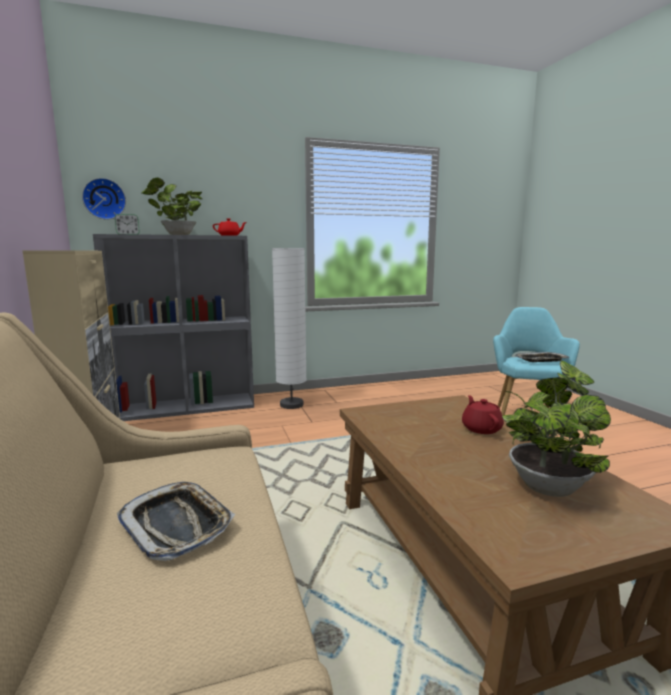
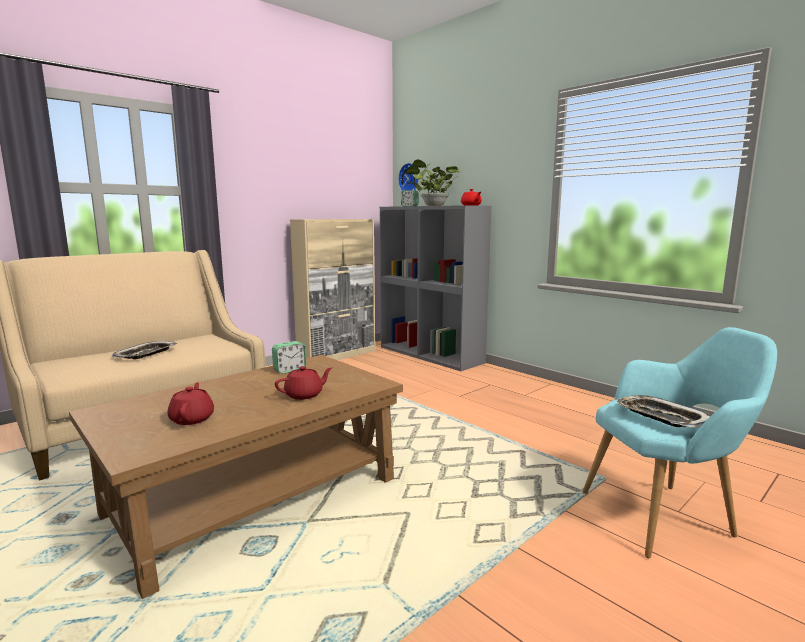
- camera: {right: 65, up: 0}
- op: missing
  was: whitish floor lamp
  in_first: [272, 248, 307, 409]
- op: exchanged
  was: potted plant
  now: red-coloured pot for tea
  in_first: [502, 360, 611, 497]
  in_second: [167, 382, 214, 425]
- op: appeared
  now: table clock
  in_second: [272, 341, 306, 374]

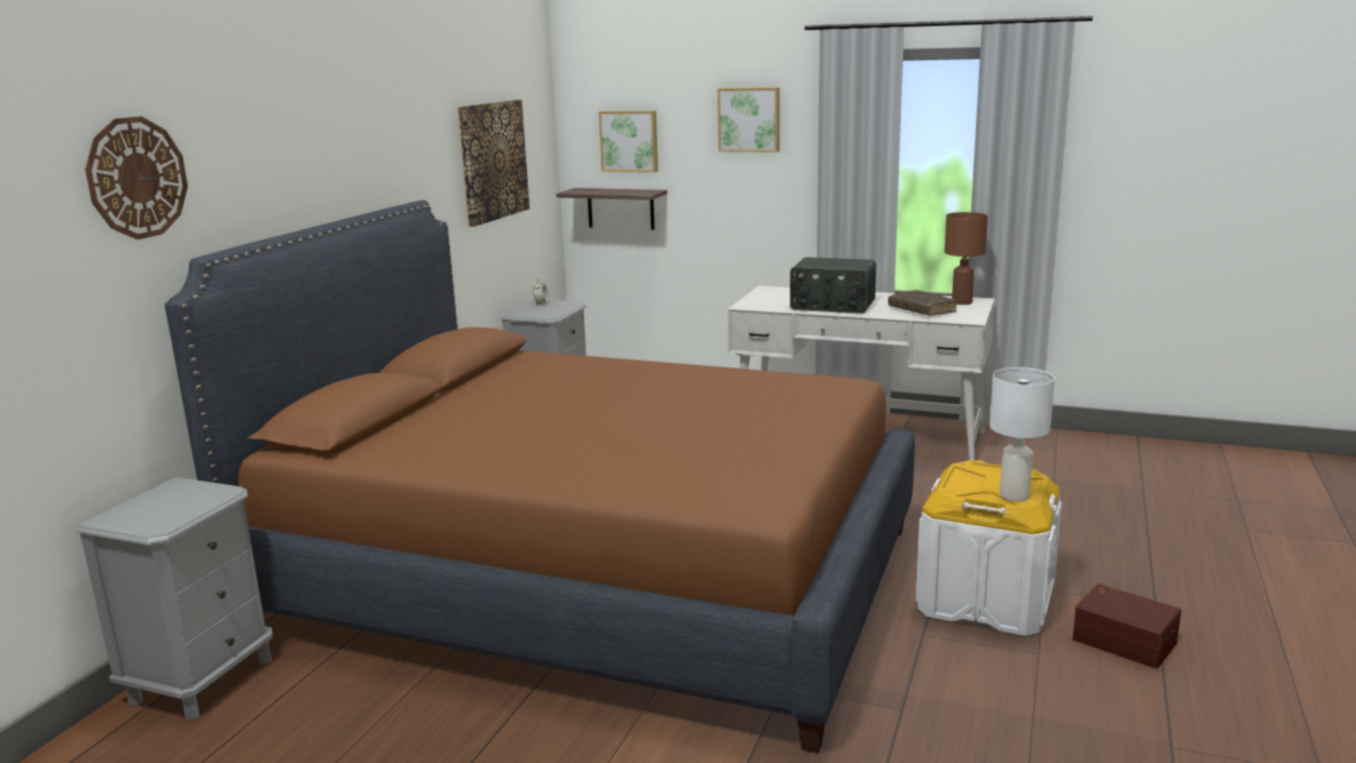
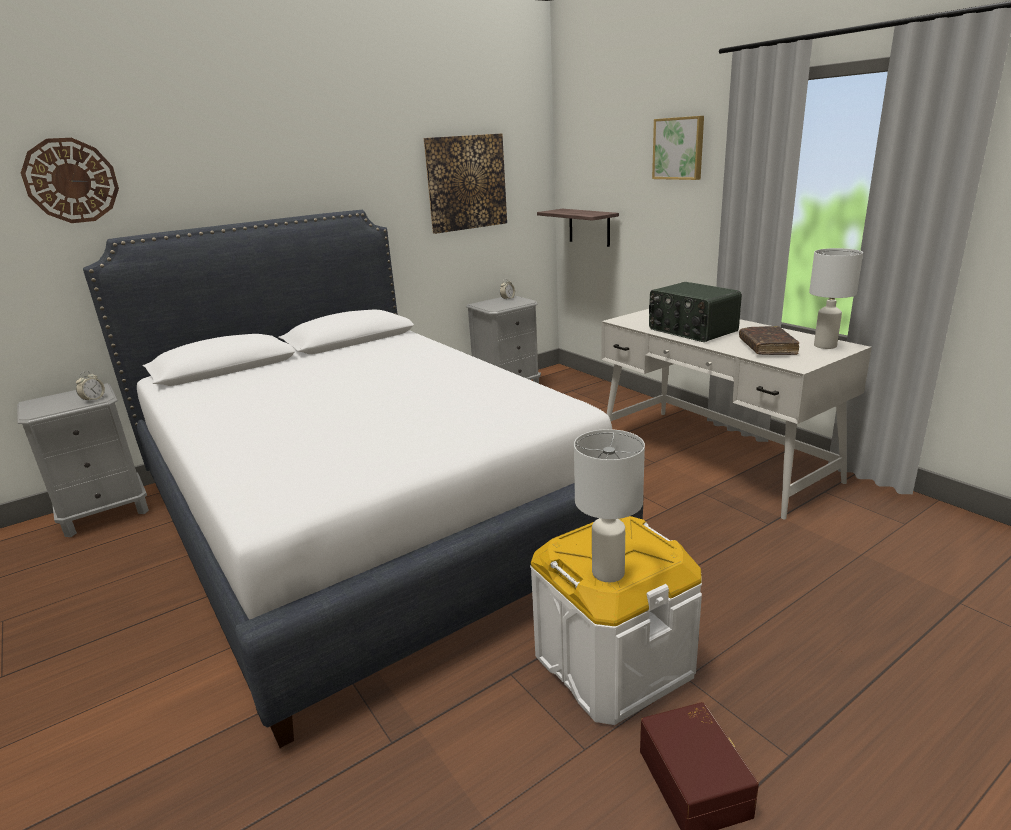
- camera: {right: 35, up: 5}
- op: colour
  was: brown-coloured sleeping bed
  now: whitish sleeping bed
  in_first: [165, 200, 915, 753]
  in_second: [83, 210, 643, 748]
- op: missing
  was: wall picture
  in_first: [598, 111, 658, 172]
- op: colour
  was: brown-coloured table lamp
  now: whitish table lamp
  in_first: [944, 212, 988, 305]
  in_second: [809, 248, 863, 349]
- op: appeared
  now: table clock
  in_second: [76, 371, 105, 402]

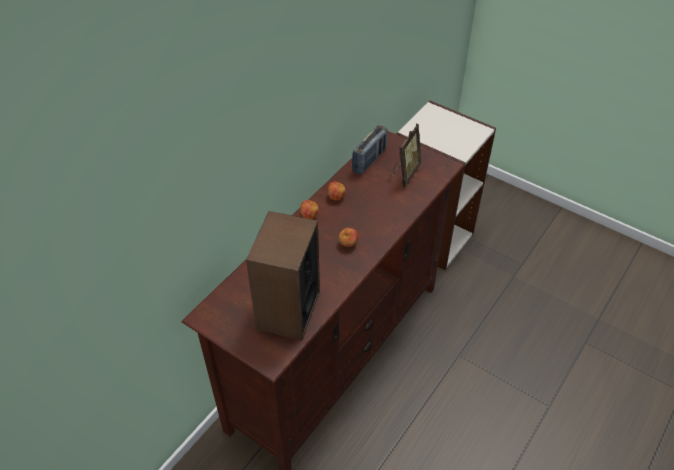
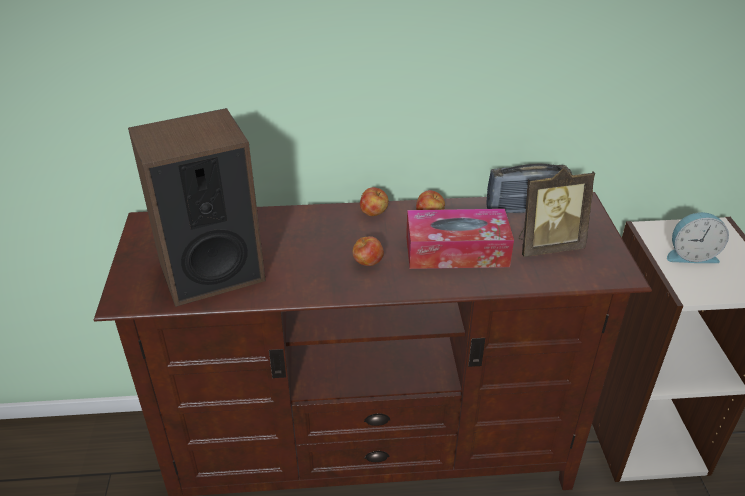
- camera: {right: 50, up: -10}
- op: appeared
  now: box of tissues
  in_second: [406, 209, 514, 269]
- op: appeared
  now: table clock
  in_second: [667, 212, 729, 263]

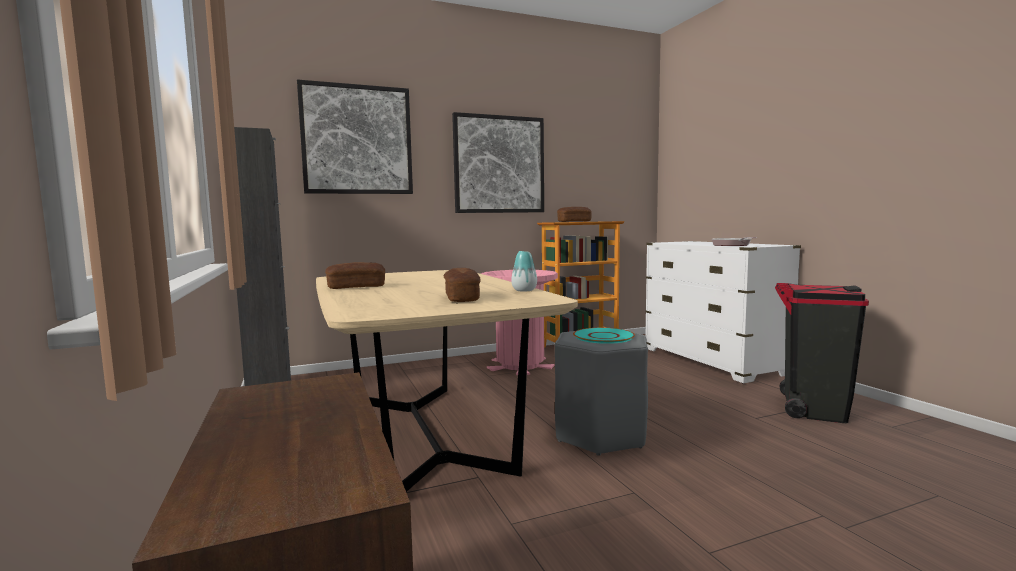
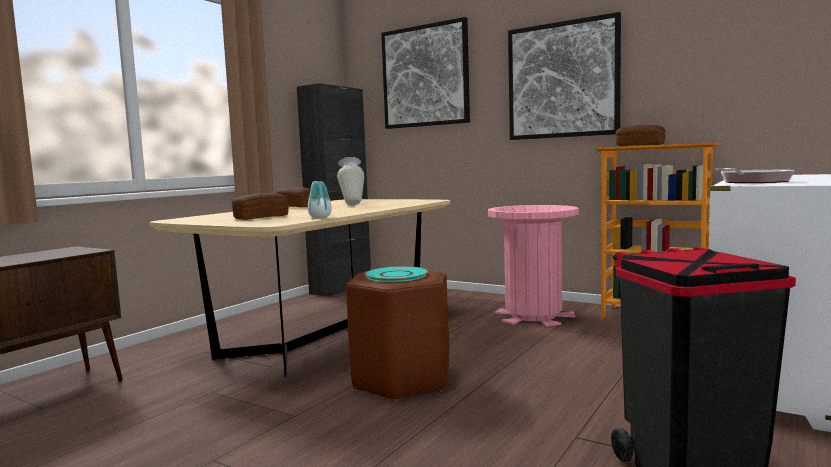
- camera: {right: 55, up: 0}
- op: colour
  was: greyish stool seat
  now: brown-coloured stool seat
  in_first: [555, 331, 648, 456]
  in_second: [346, 270, 449, 401]
- op: appeared
  now: decorative vase
  in_second: [337, 157, 364, 205]

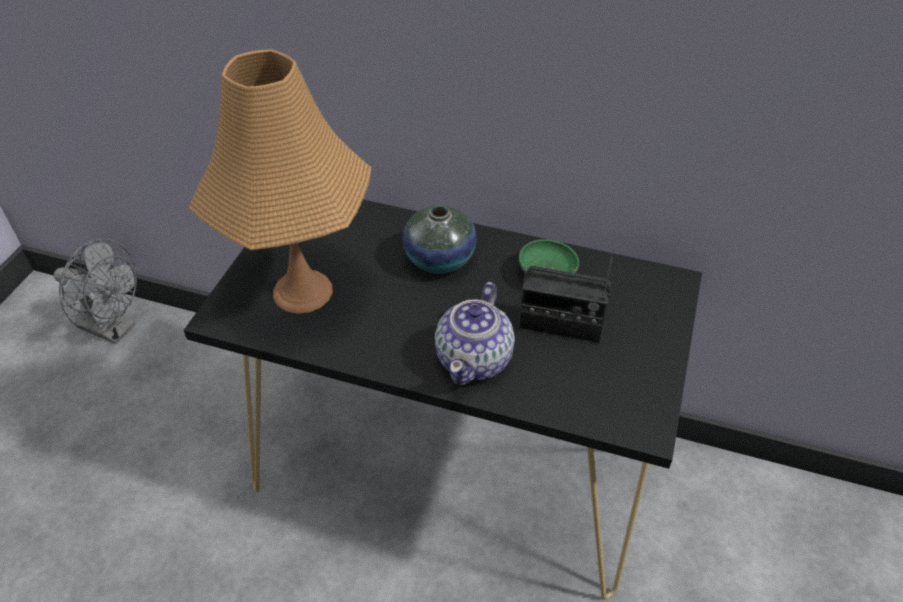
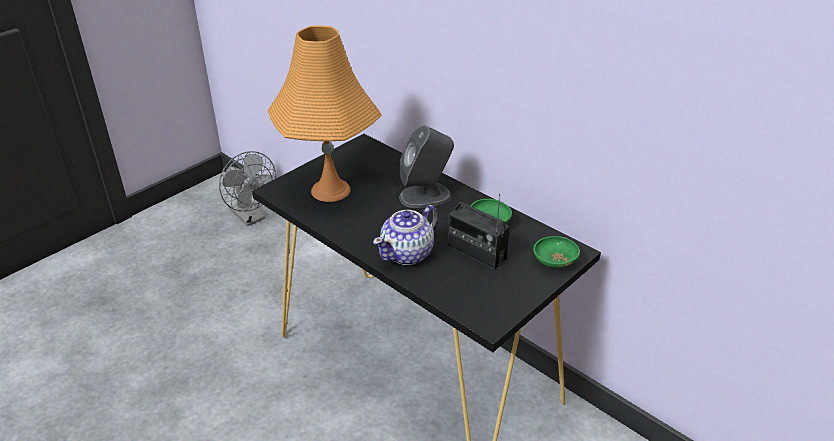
- camera: {right: 25, up: -10}
- op: exchanged
  was: decorative vase
  now: greyish audio speaker
  in_first: [403, 205, 477, 274]
  in_second: [399, 125, 454, 208]
- op: appeared
  now: green-coloured serving bowl
  in_second: [533, 236, 580, 268]

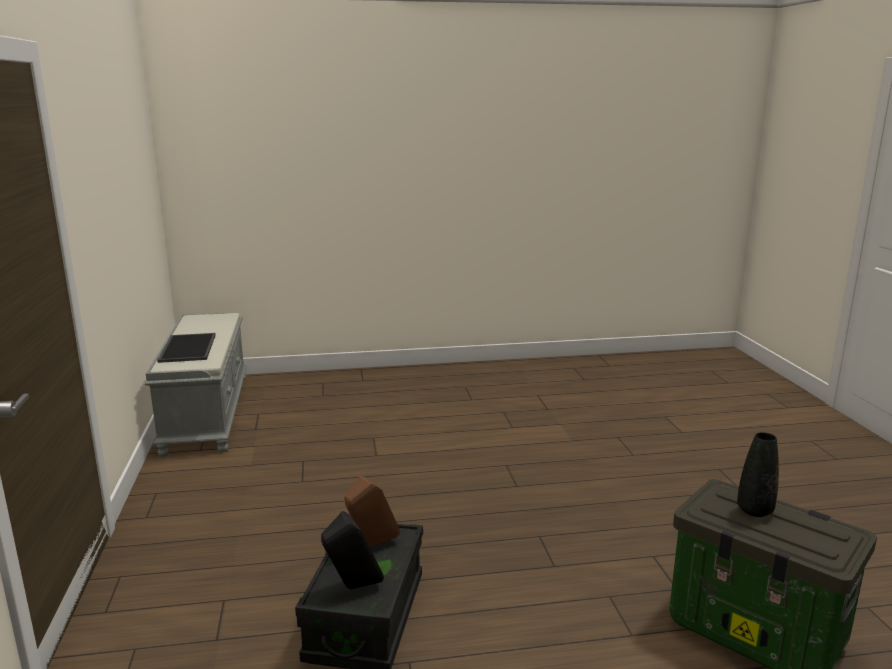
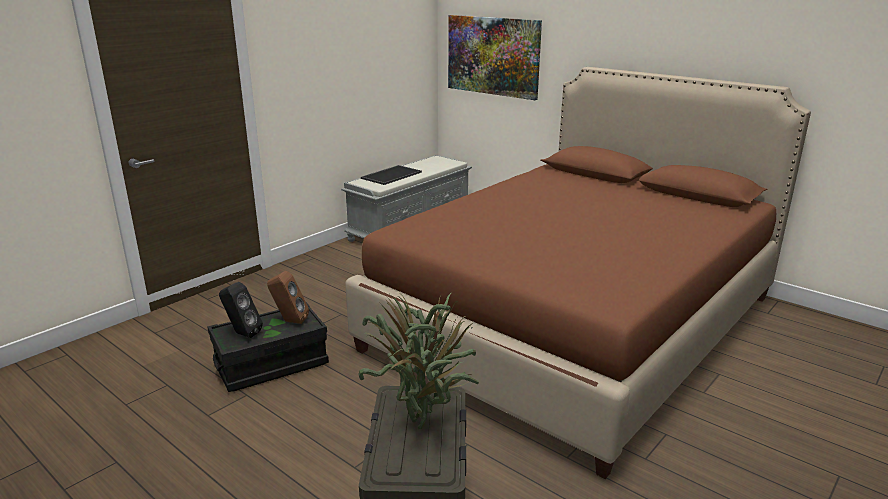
- camera: {right: 50, up: 5}
- op: exchanged
  was: black decorative vase
  now: potted plant
  in_first: [737, 432, 779, 517]
  in_second: [358, 293, 479, 429]
- op: appeared
  now: brown-coloured sleeping bed
  in_second: [345, 67, 811, 479]
- op: appeared
  now: wall picture
  in_second: [448, 15, 542, 100]

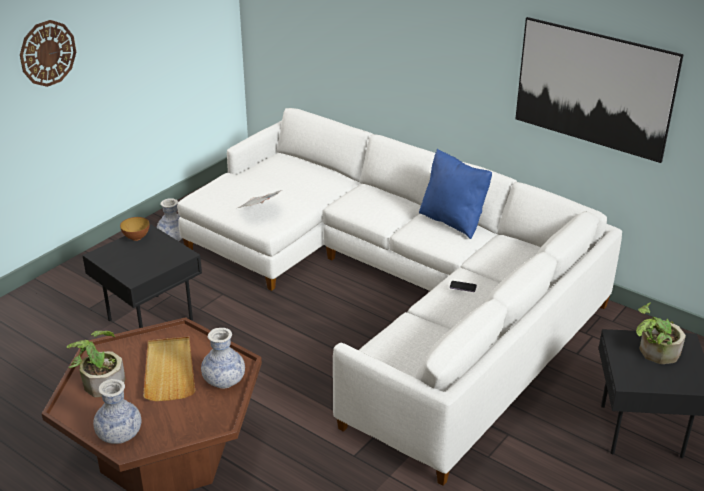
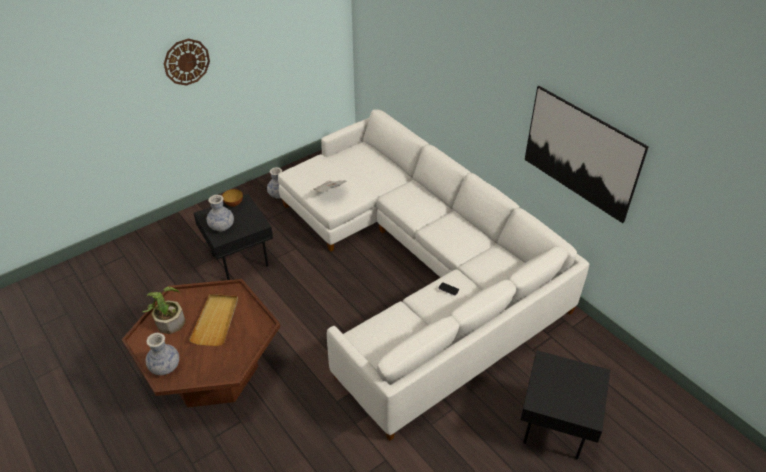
- camera: {right: 15, up: 10}
- op: relocated
  was: decorative vase
  in_first: [201, 328, 245, 389]
  in_second: [207, 195, 234, 231]
- op: missing
  was: blue pillow
  in_first: [419, 149, 492, 239]
- op: missing
  was: potted plant
  in_first: [636, 303, 686, 364]

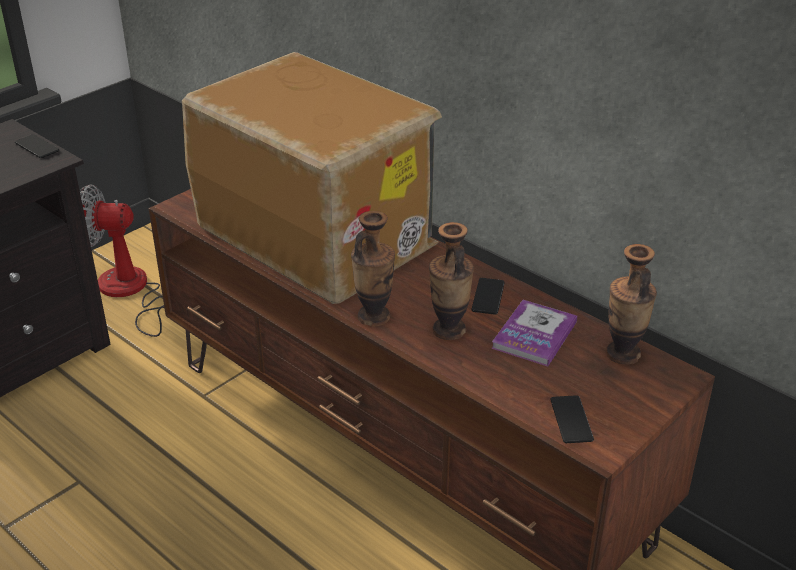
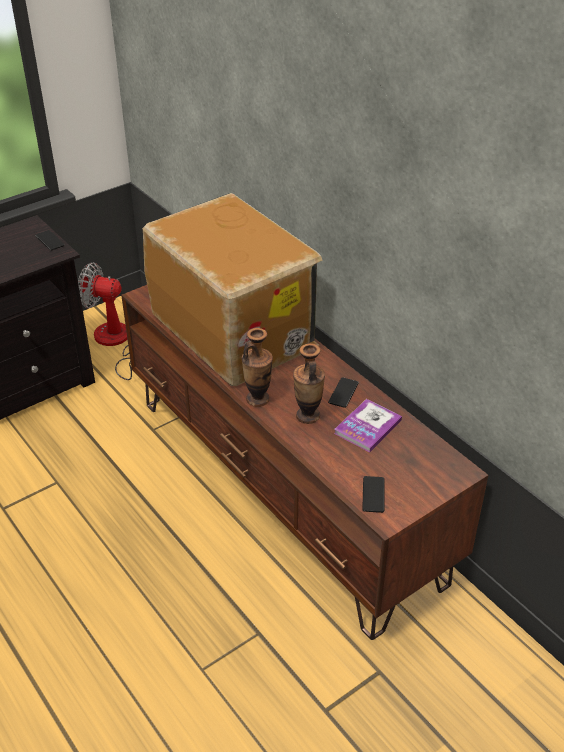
- camera: {right: 10, up: 5}
- op: missing
  was: decorative vase
  in_first: [606, 244, 657, 365]

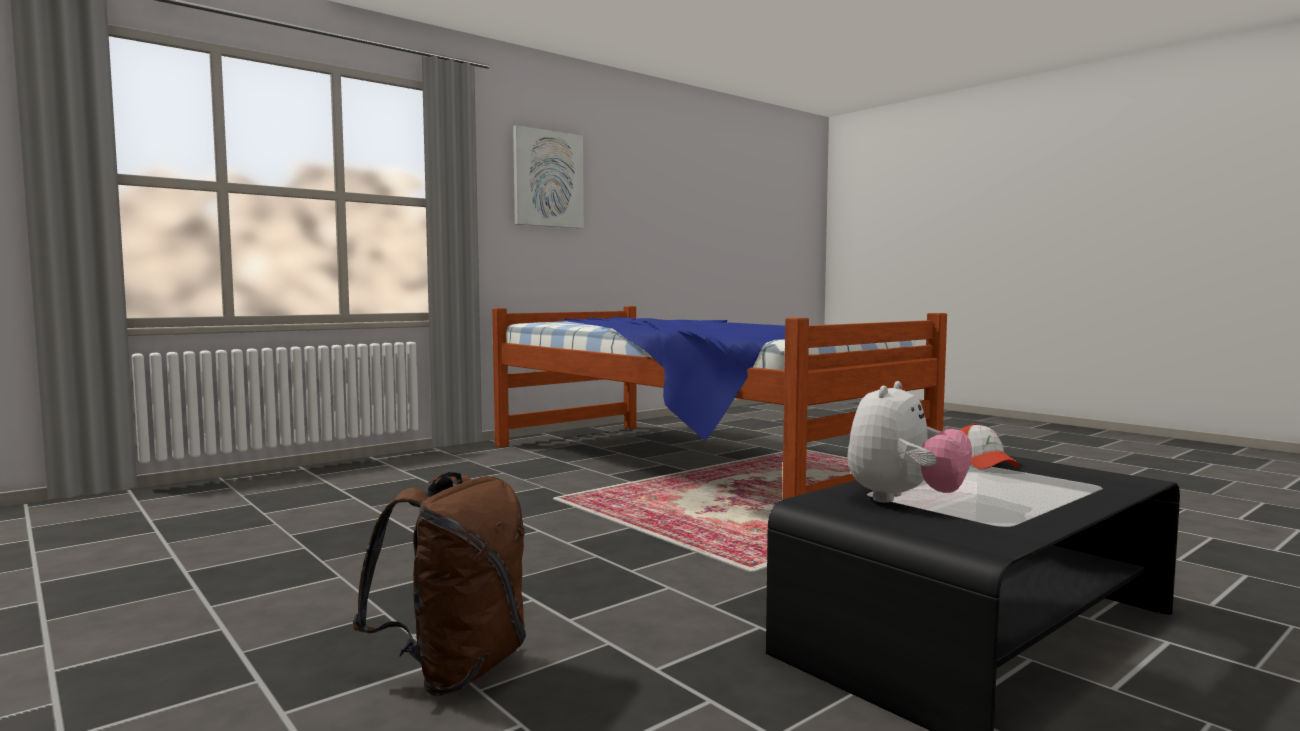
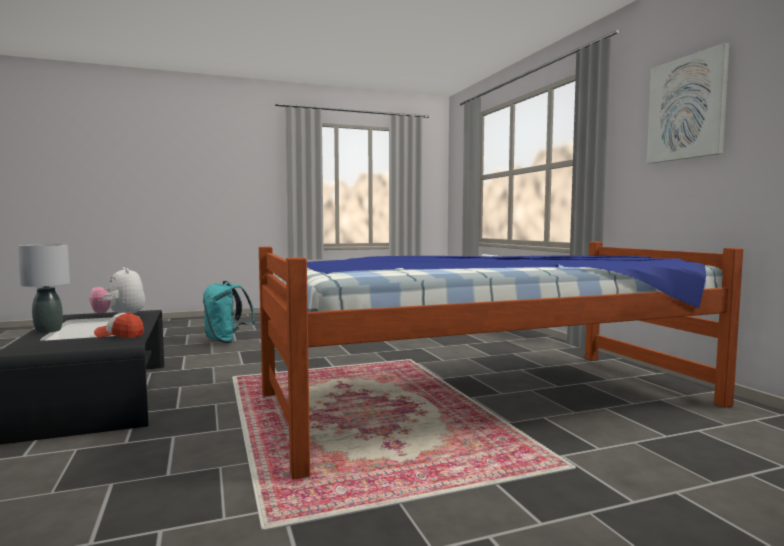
- camera: {right: 110, up: 0}
- op: colour
  was: brown-coloured backpack
  now: turquoise-coloured backpack
  in_first: [353, 472, 526, 696]
  in_second: [203, 281, 255, 343]
- op: appeared
  now: greyish table lamp
  in_second: [18, 244, 70, 333]

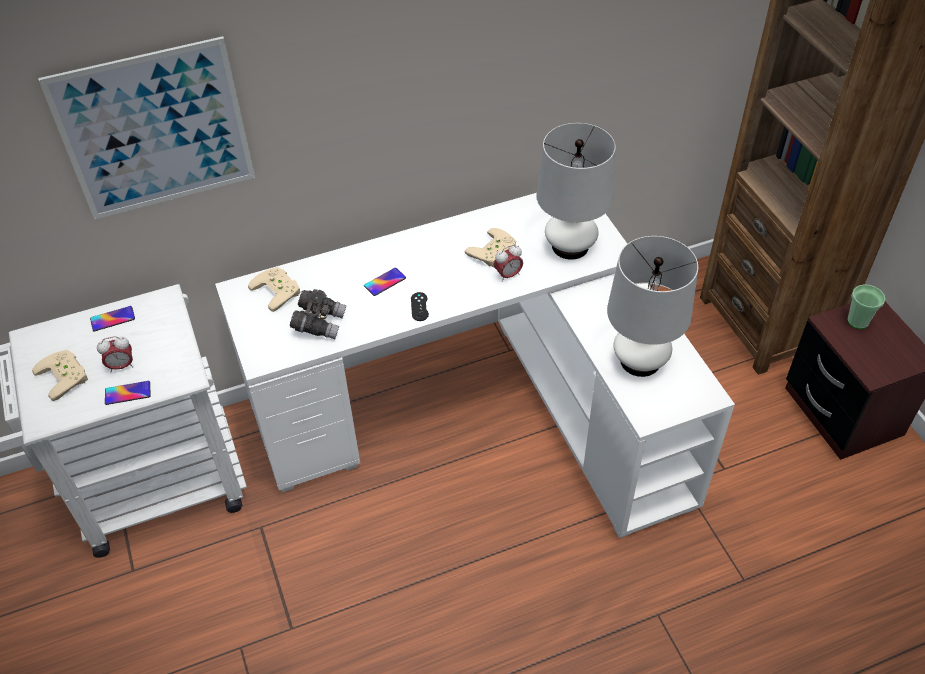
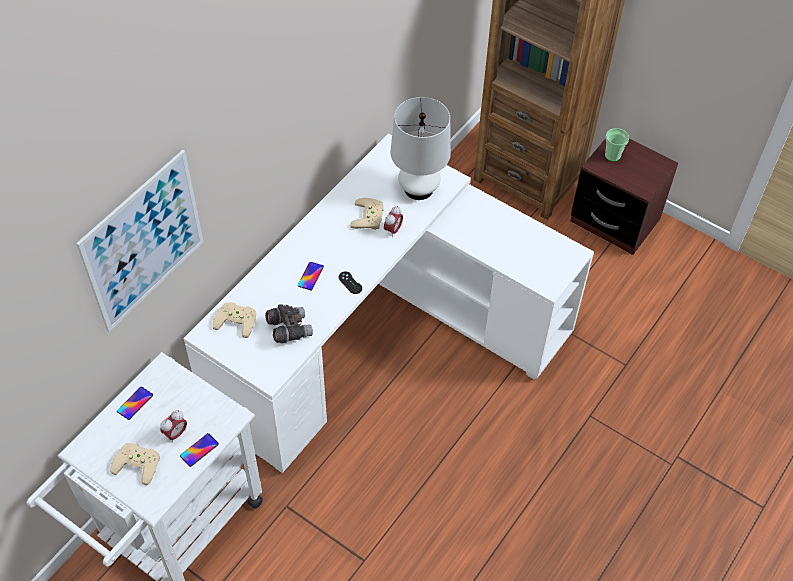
- camera: {right: -35, up: 5}
- op: missing
  was: whitish table lamp
  in_first: [607, 236, 698, 377]

